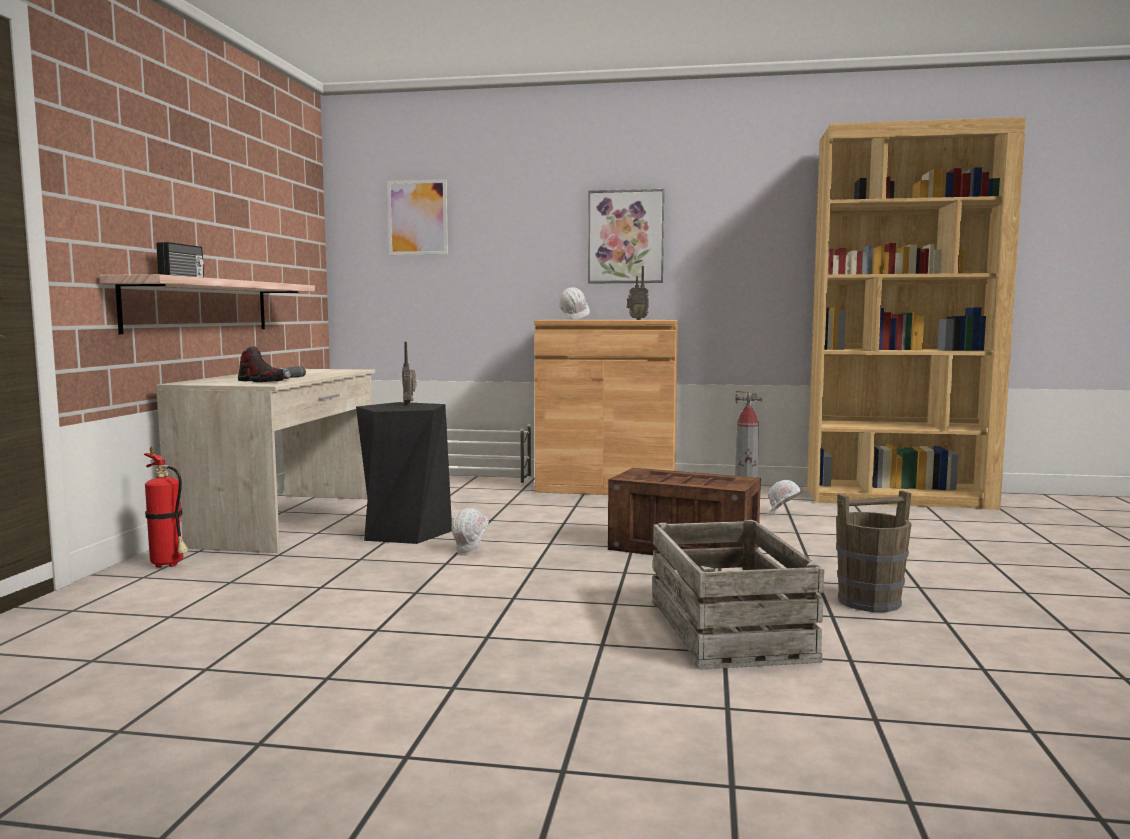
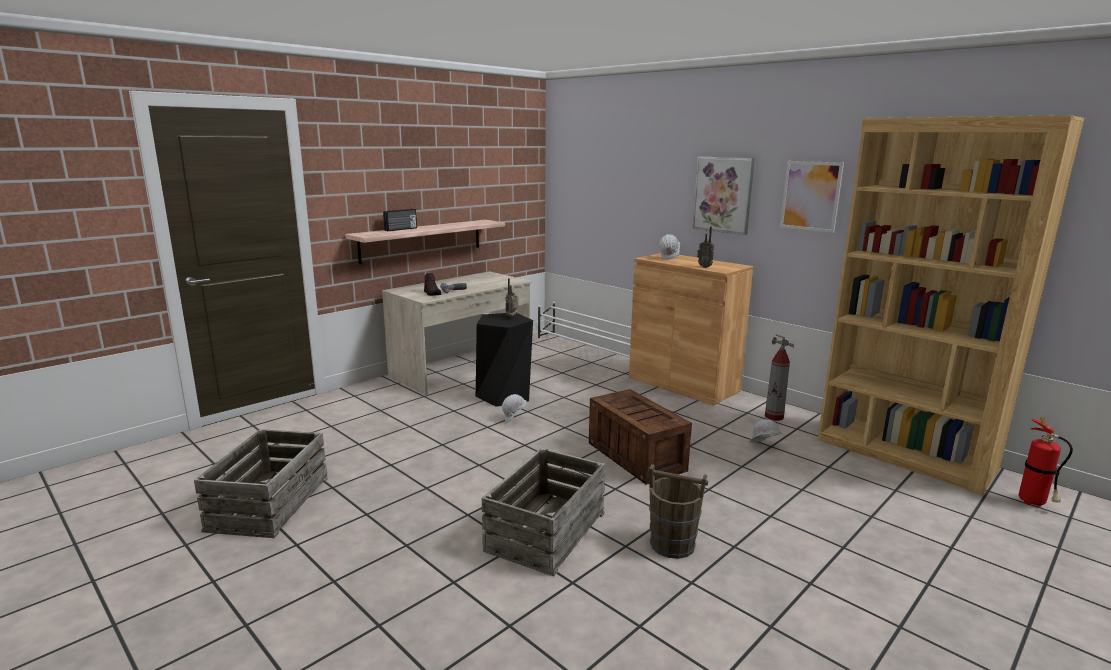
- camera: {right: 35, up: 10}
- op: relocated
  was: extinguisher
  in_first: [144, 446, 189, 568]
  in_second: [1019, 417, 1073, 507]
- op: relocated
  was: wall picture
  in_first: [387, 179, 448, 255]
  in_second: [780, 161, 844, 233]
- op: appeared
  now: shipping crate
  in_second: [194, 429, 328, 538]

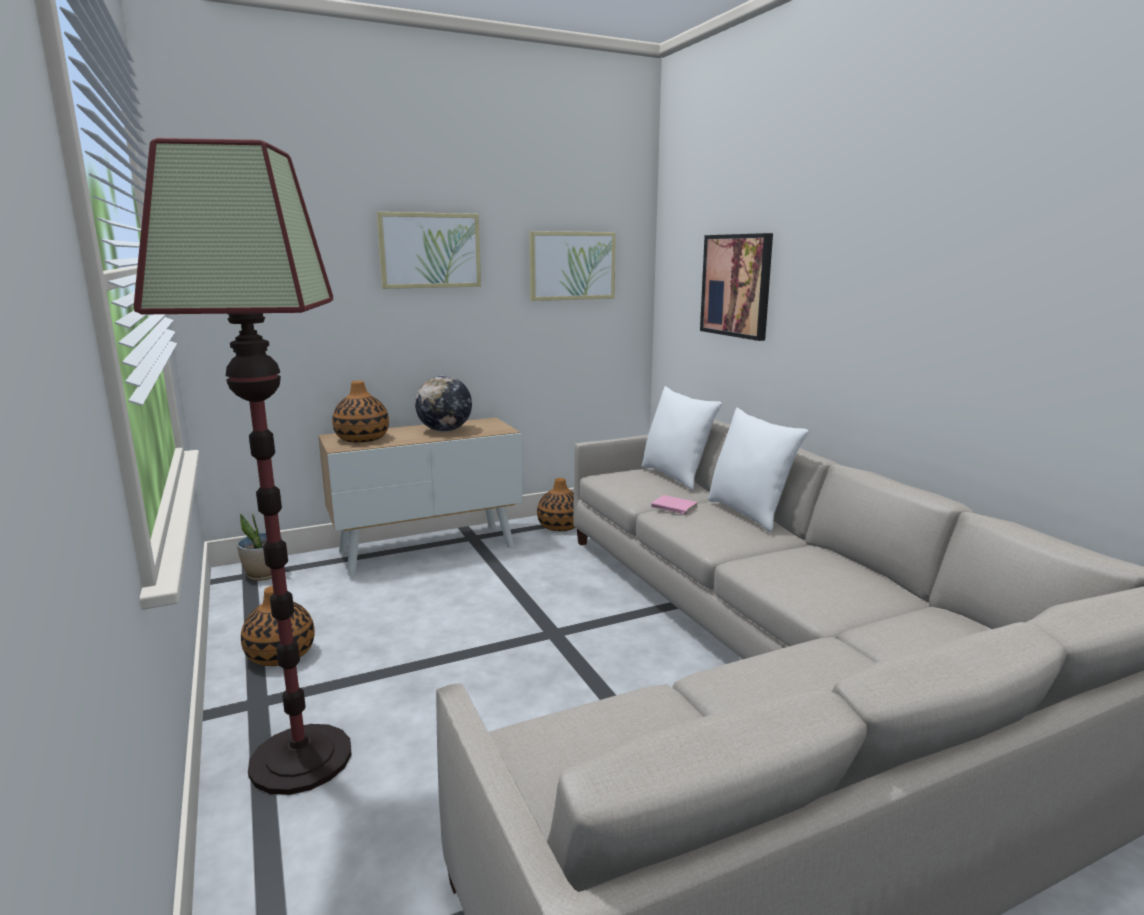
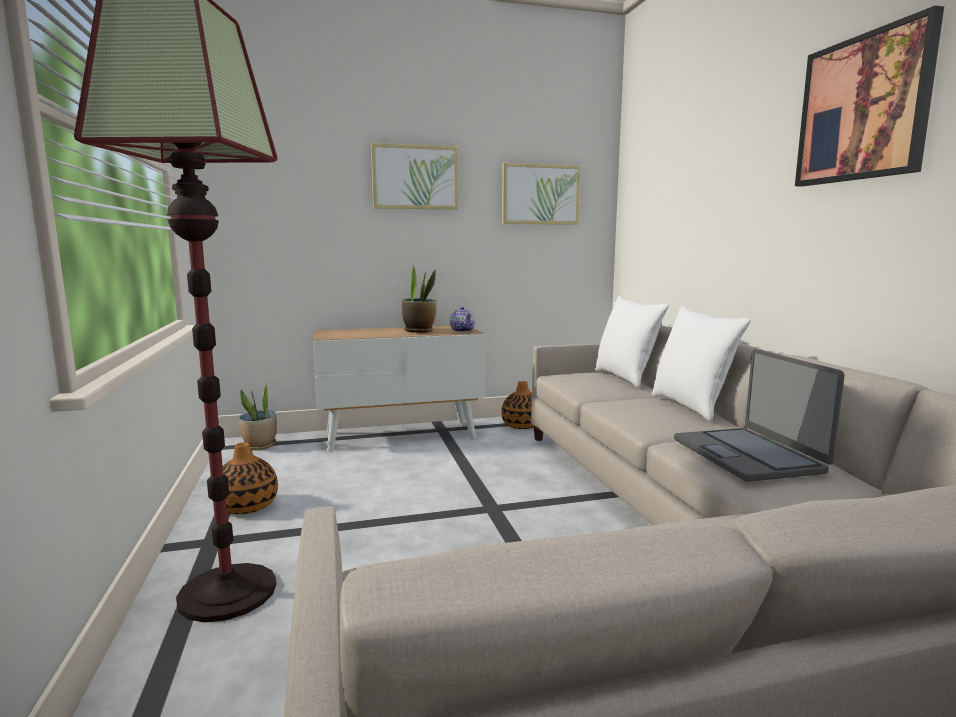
- camera: {right: 10, up: -5}
- op: missing
  was: decorative vase
  in_first: [332, 381, 389, 443]
- op: exchanged
  was: desk globe
  now: potted plant
  in_first: [415, 375, 472, 432]
  in_second: [402, 265, 437, 333]
- op: missing
  was: pink-coloured bound book
  in_first: [651, 495, 698, 515]
- op: relocated
  was: wall picture
  in_first: [700, 233, 773, 341]
  in_second: [795, 5, 944, 187]
- op: appeared
  now: pot for tea
  in_second: [450, 307, 475, 332]
- op: appeared
  now: notebook computer
  in_second: [674, 349, 845, 482]

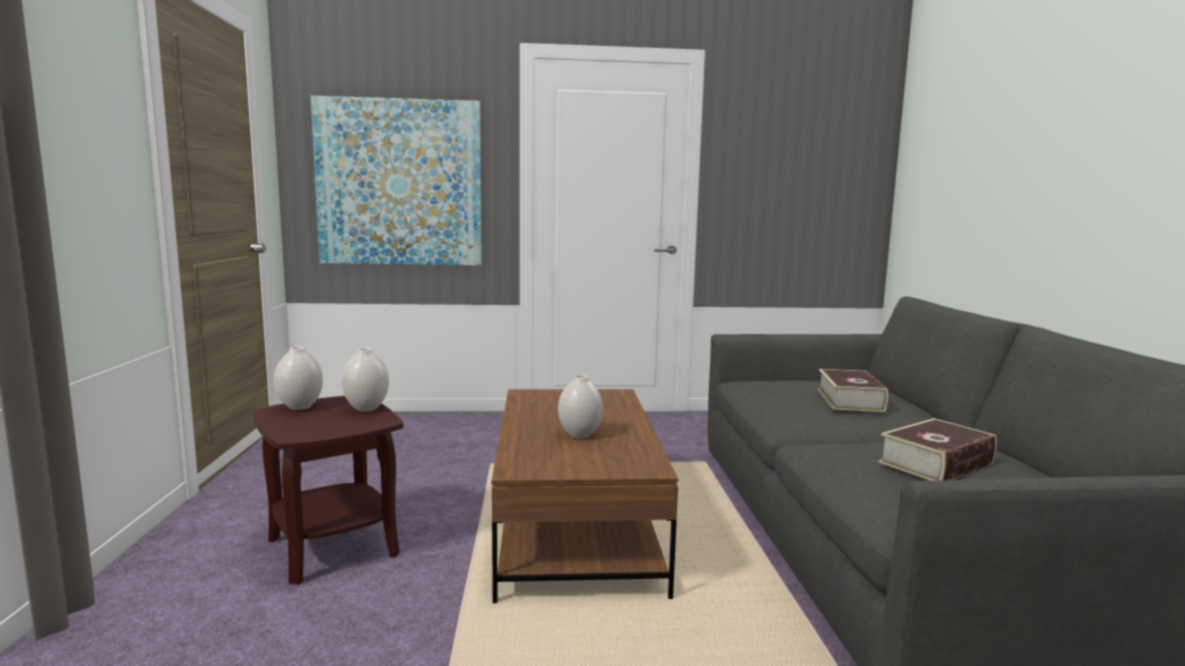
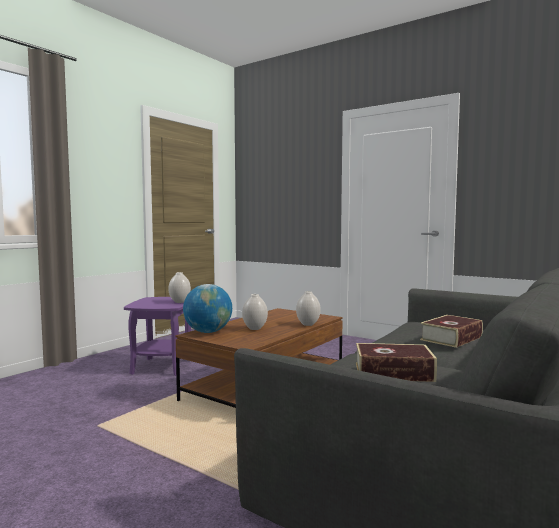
- camera: {right: 40, up: -5}
- op: colour
  was: brown-coloured side table
  now: purple-coloured side table
  in_first: [253, 396, 403, 585]
  in_second: [124, 297, 191, 376]
- op: relocated
  was: whitish decorative vase
  in_first: [274, 346, 323, 410]
  in_second: [296, 291, 321, 326]
- op: missing
  was: wall picture
  in_first: [311, 96, 482, 266]
- op: appeared
  now: desk globe
  in_second: [183, 284, 232, 333]

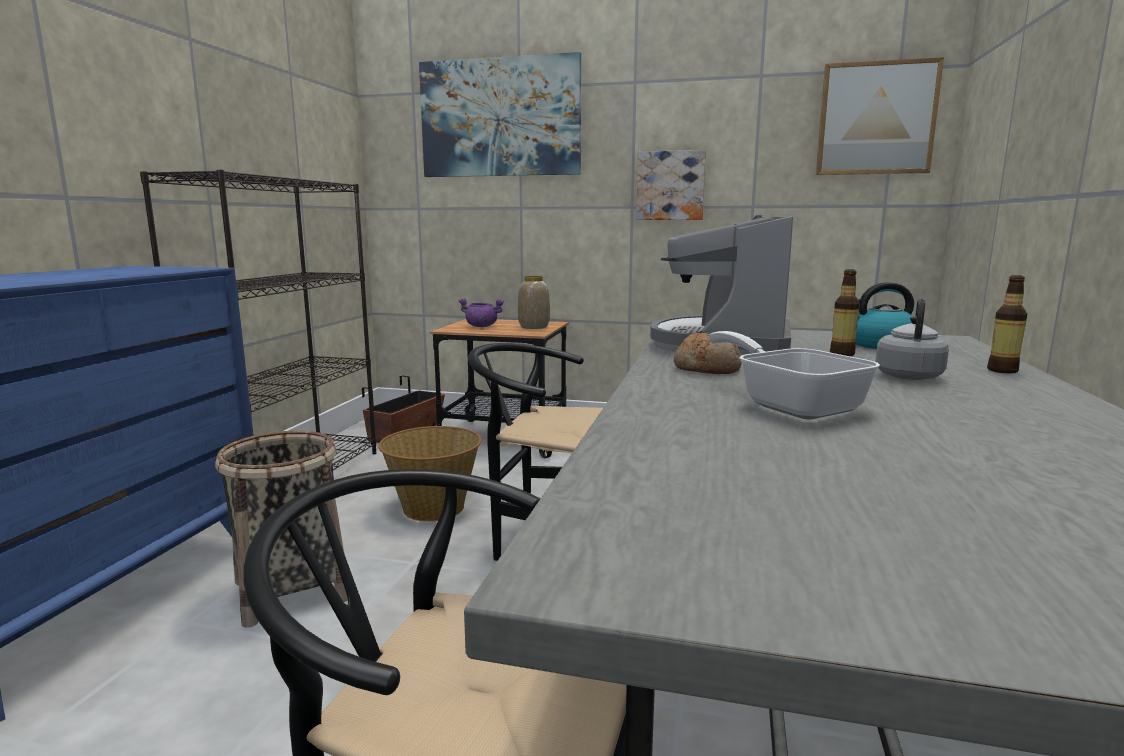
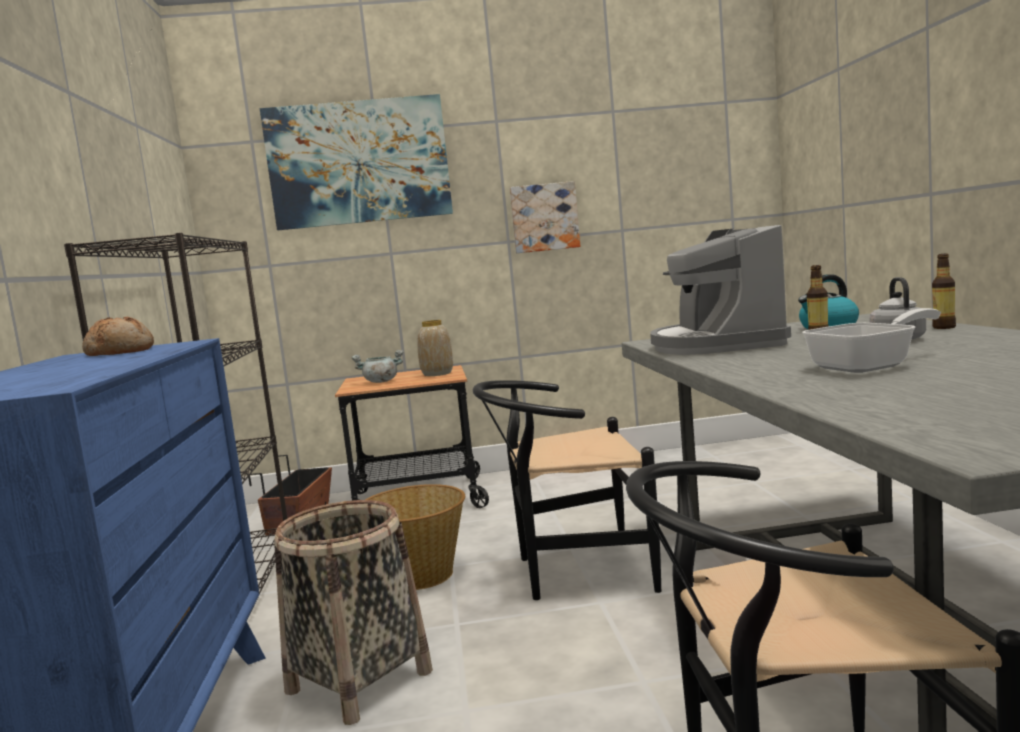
- camera: {right: -20, up: -5}
- op: colour
  was: purple-coloured saucepot
  now: greyish saucepot
  in_first: [458, 298, 504, 327]
  in_second: [351, 350, 403, 383]
- op: relocated
  was: bakery bread
  in_first: [674, 331, 742, 374]
  in_second: [82, 317, 154, 356]
- op: spun
  was: pan
  in_first: [708, 331, 880, 419]
  in_second: [802, 308, 941, 373]
  clockwise: 120
- op: missing
  was: wall picture
  in_first: [816, 57, 944, 175]

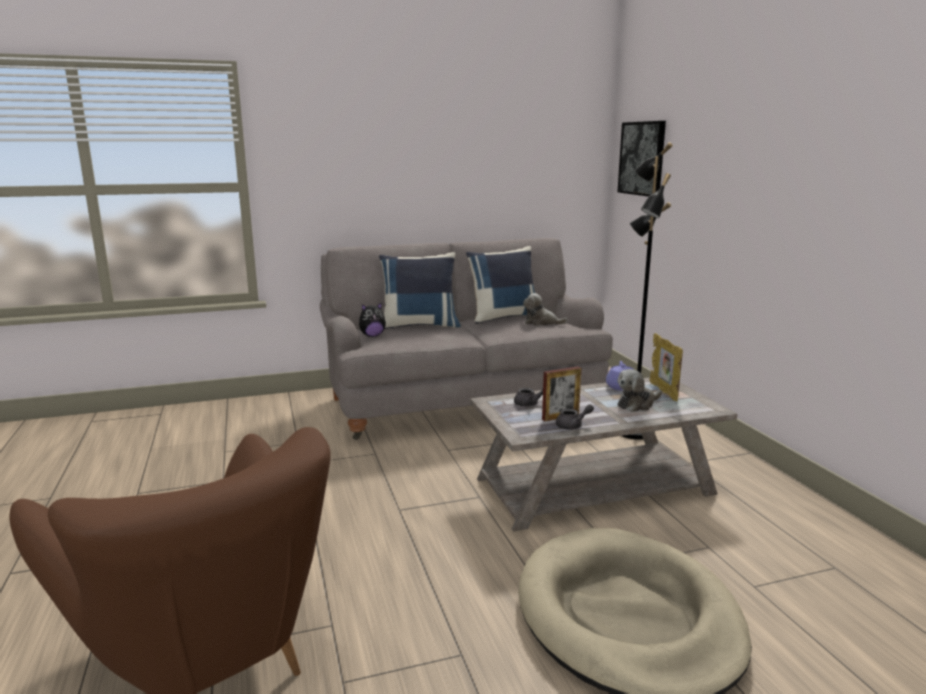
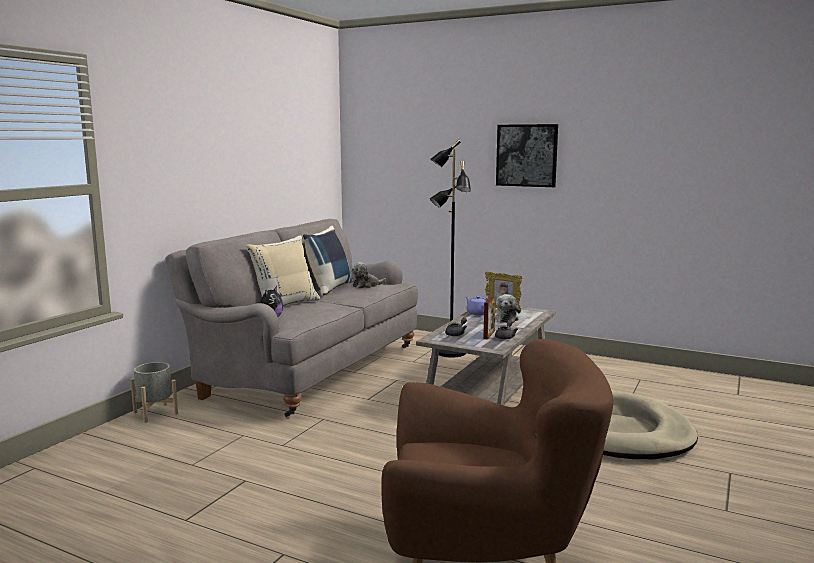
- camera: {right: -45, up: -5}
- op: colour
  was: blue pillow
  now: sand-coloured pillow
  in_first: [379, 252, 461, 329]
  in_second: [246, 236, 321, 306]
- op: relocated
  was: wall picture
  in_first: [617, 121, 666, 197]
  in_second: [496, 124, 558, 187]
- op: appeared
  now: greyish plant pot
  in_second: [130, 362, 178, 423]

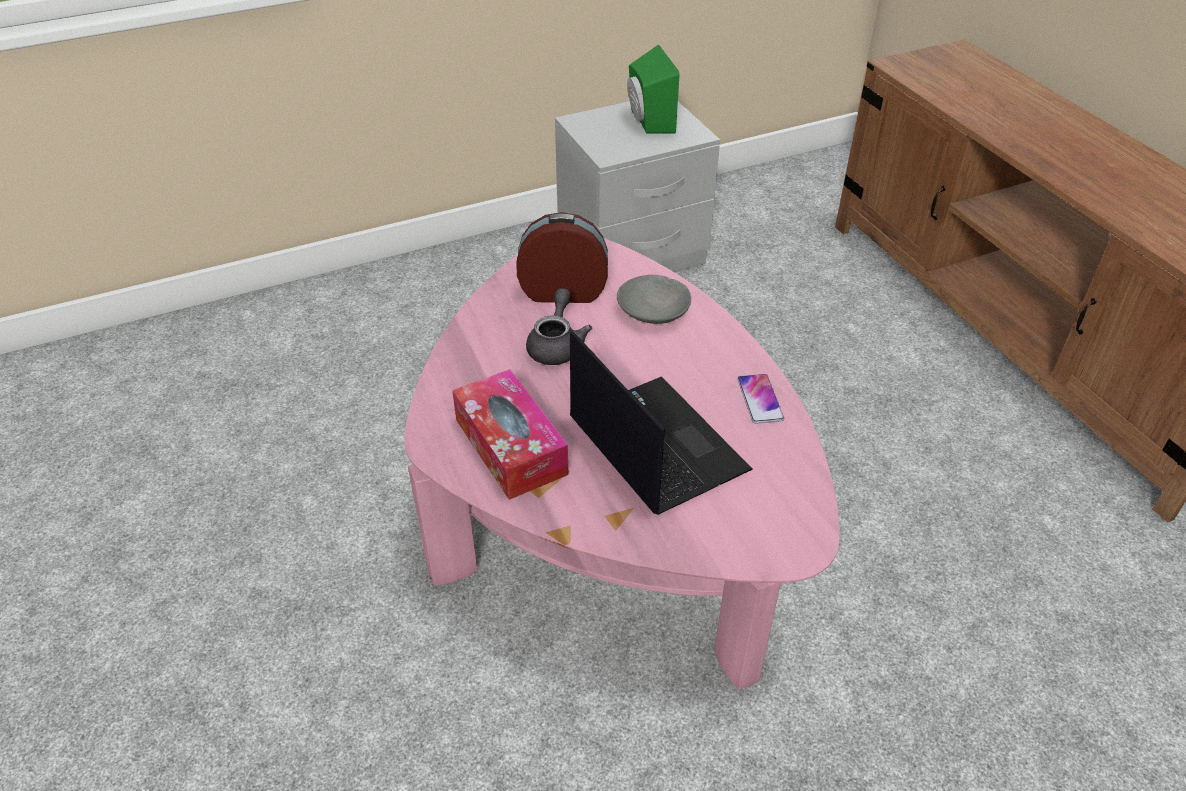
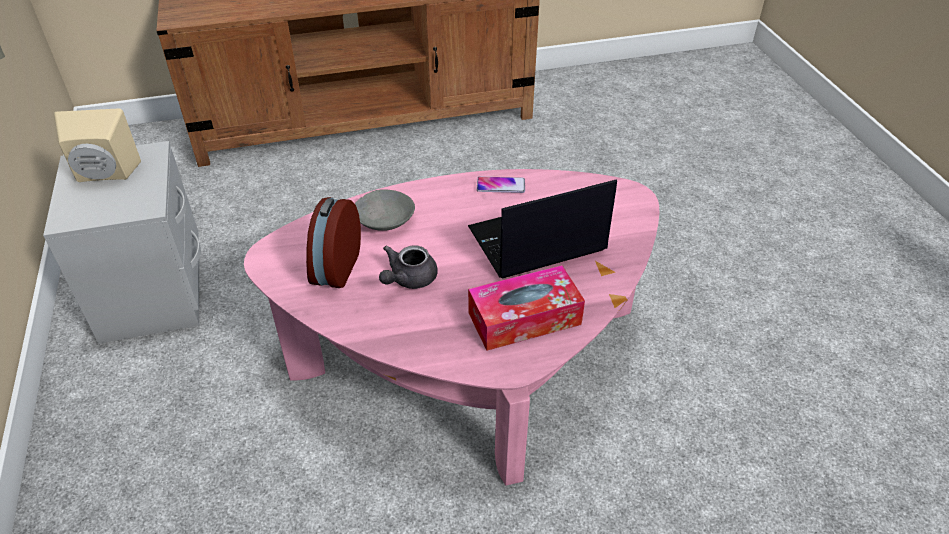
- camera: {right: -80, up: 0}
- op: spun
  was: greyish pot for tea
  in_first: [526, 288, 592, 365]
  in_second: [379, 245, 438, 289]
  clockwise: -75
- op: colour
  was: green-coloured audio speaker
  now: sand-coloured audio speaker
  in_first: [627, 44, 679, 133]
  in_second: [54, 108, 141, 182]

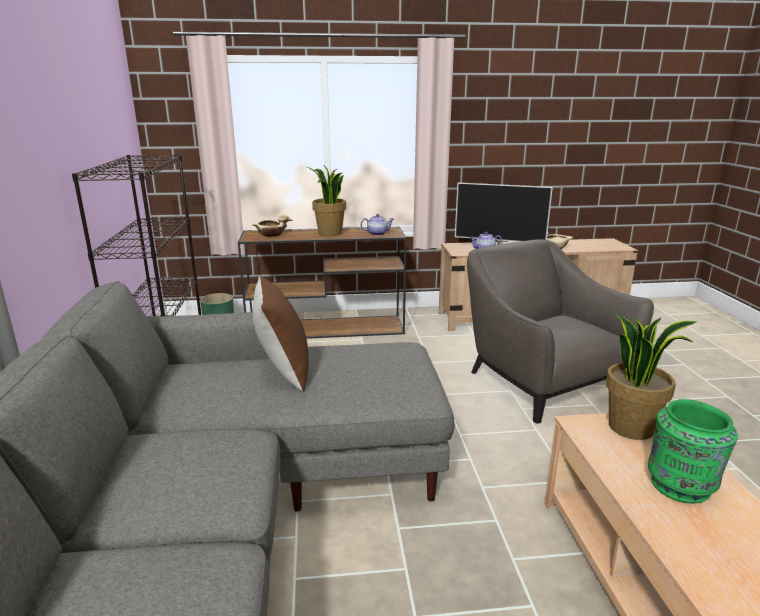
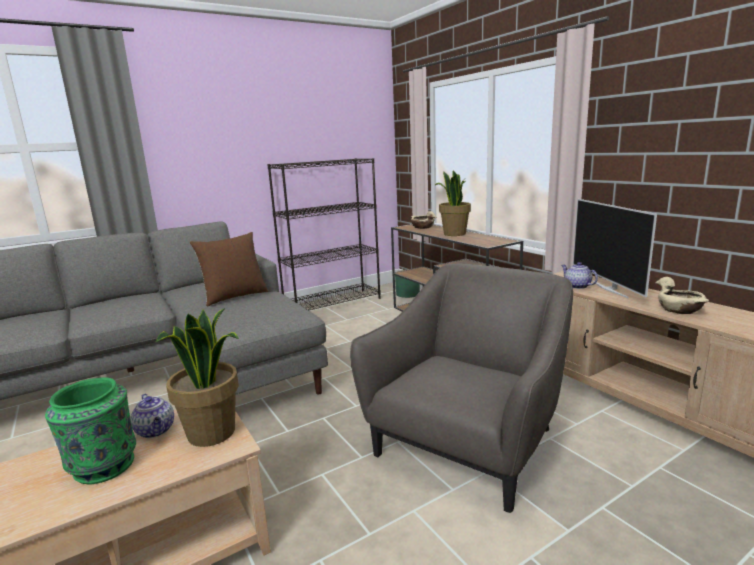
- camera: {right: 65, up: -5}
- op: relocated
  was: pot for tea
  in_first: [361, 214, 394, 236]
  in_second: [130, 394, 174, 438]

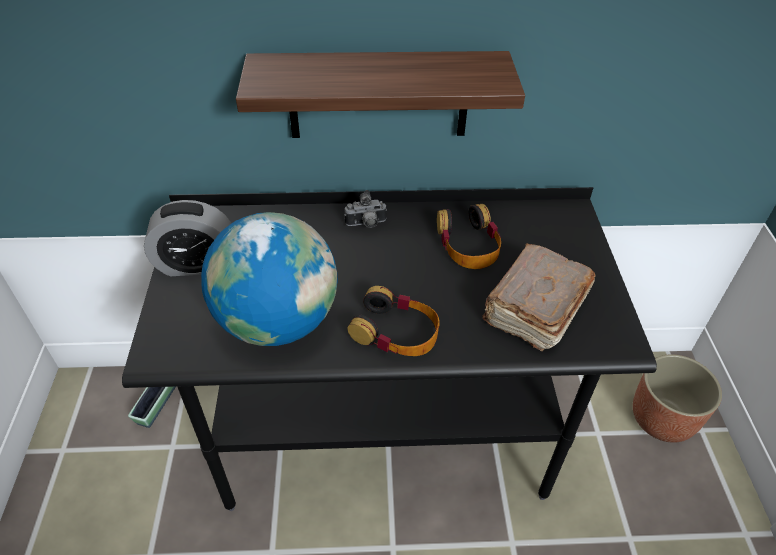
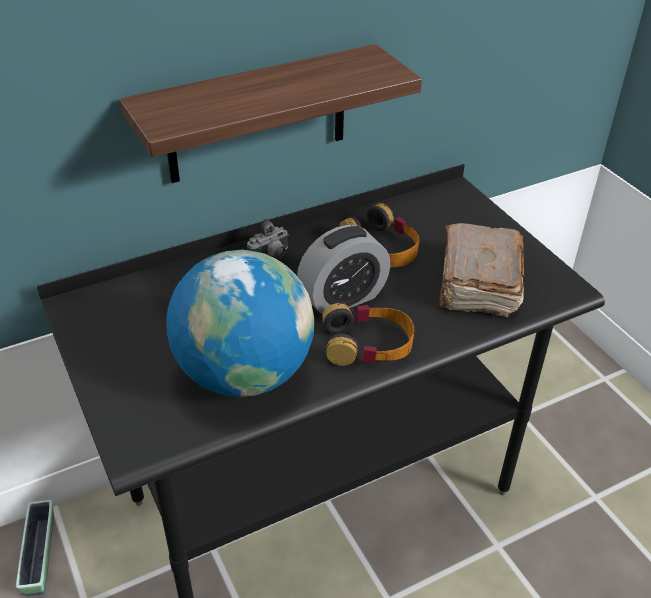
- camera: {right: -25, up: -5}
- op: relocated
  was: table clock
  in_first: [144, 200, 232, 276]
  in_second: [297, 225, 390, 314]
- op: missing
  was: plant pot
  in_first: [633, 354, 722, 443]

